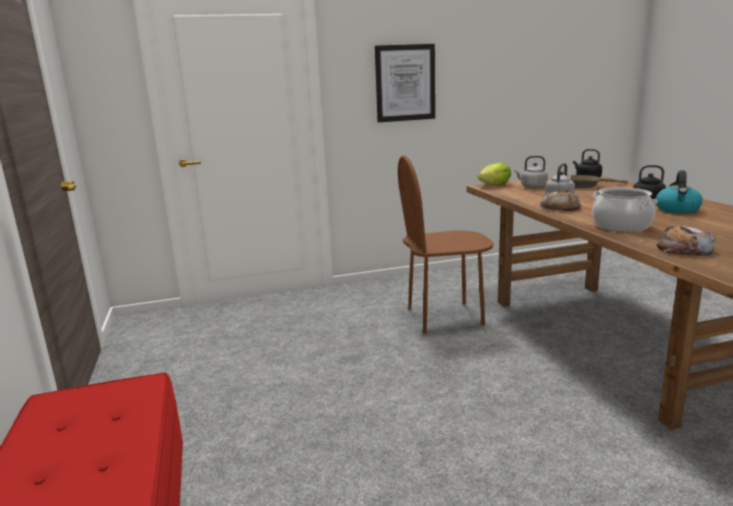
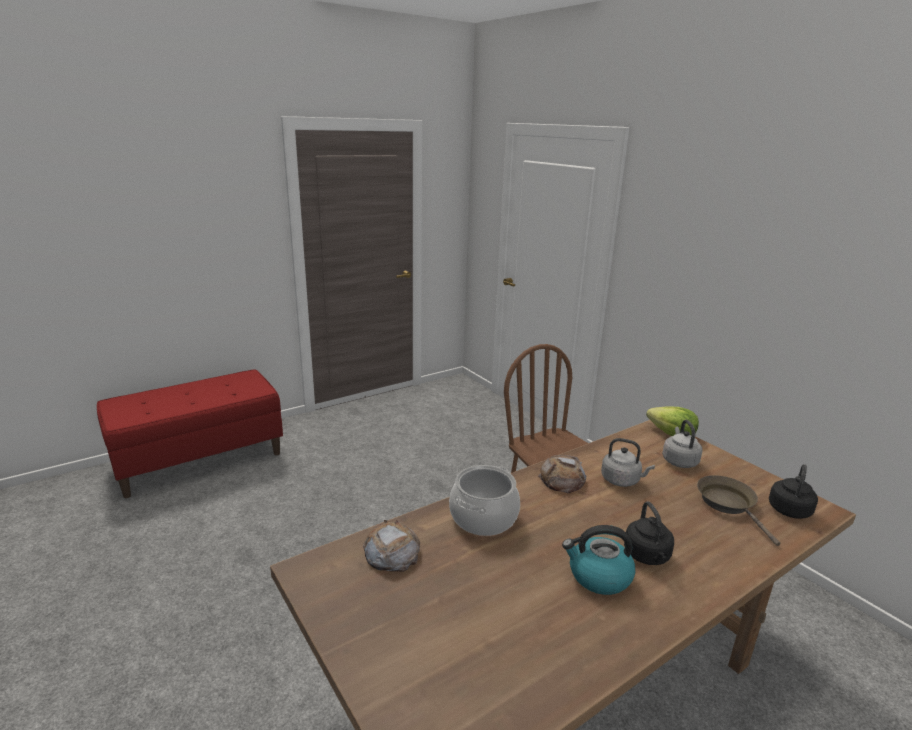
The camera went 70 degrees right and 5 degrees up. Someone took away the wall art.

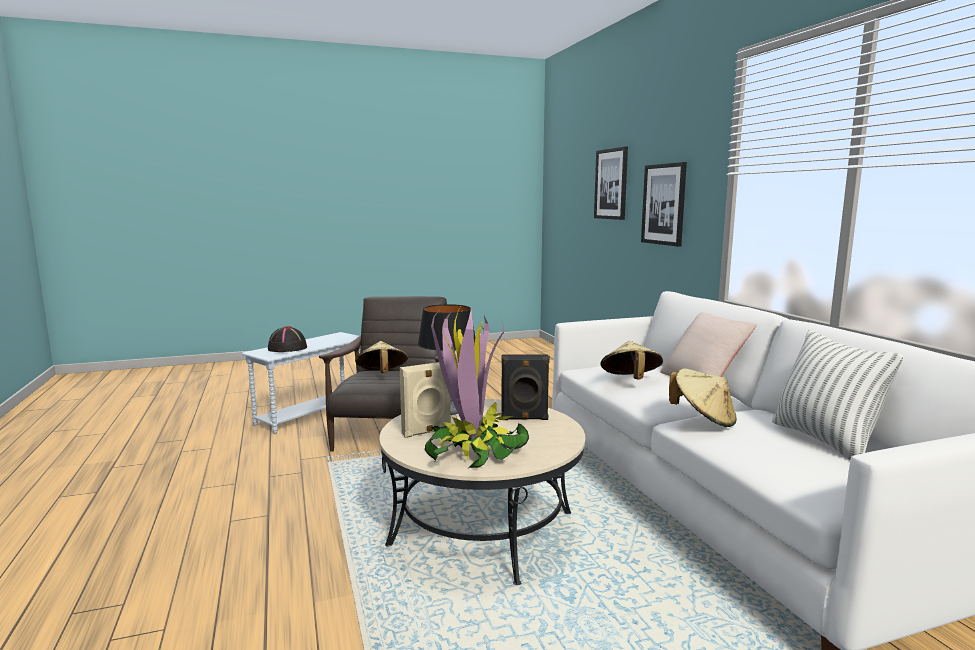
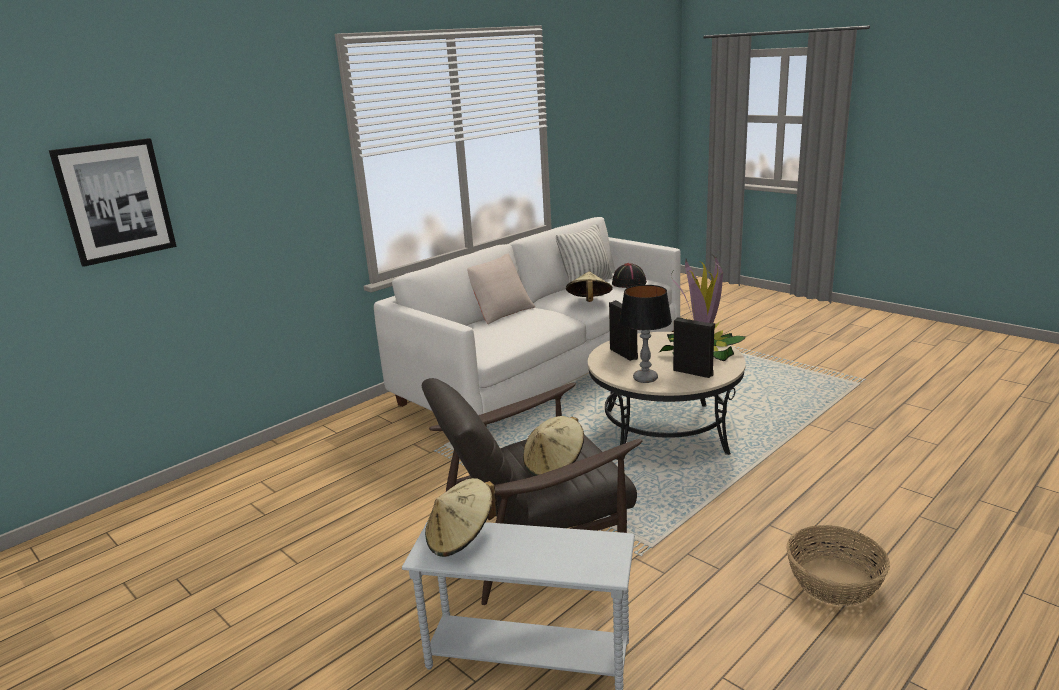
The camera went 115 degrees left and 10 degrees up. Someone took away the wall art (2nd from left). Someone carried the hat in blackish. Someone carried the hat in sand-coloured (2nd from left in the first image). Someone repainted the audio speaker in sand-coloured, which became the audio speaker in blackish (2nd from left). Someone put down the household basket.

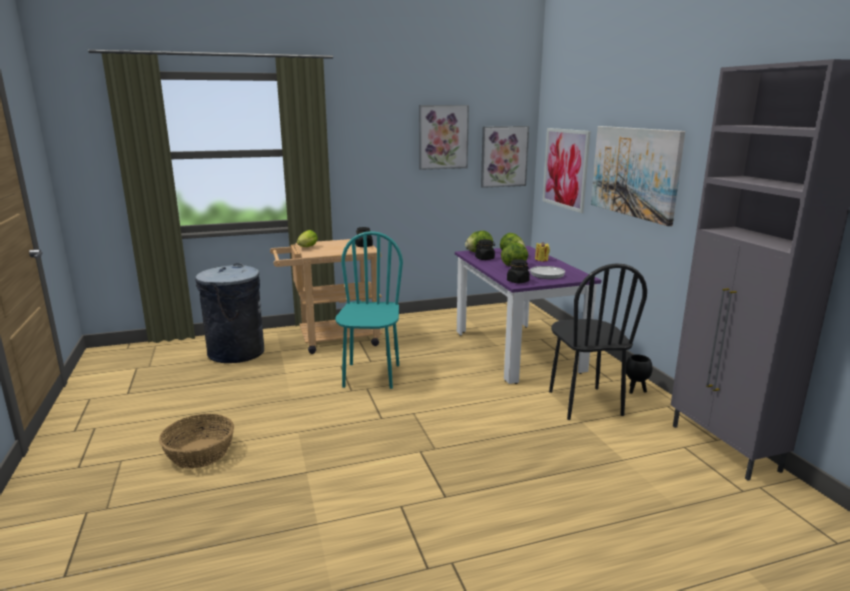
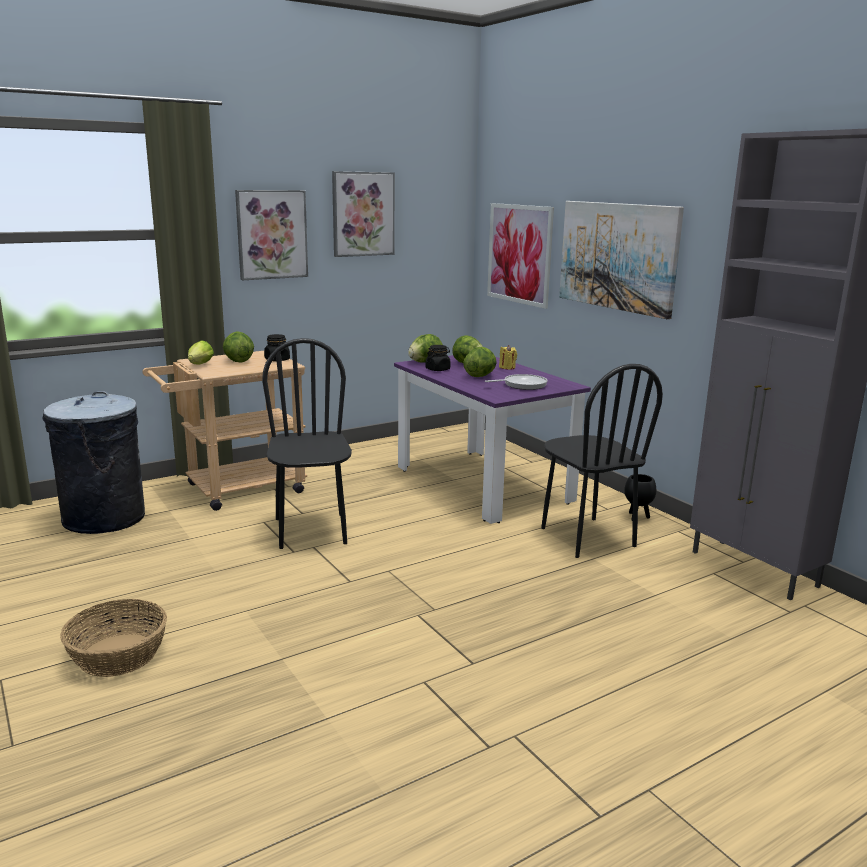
The camera went 15 degrees left and 0 degrees up. Someone carried the wall art (2nd from left in the first image). Someone repainted the upright chair in turquoise-coloured, which became the upright chair in blackish (1st from left). Someone took away the preserve jar in blackish (3rd from left). Someone put down the lettuce (2nd from left).

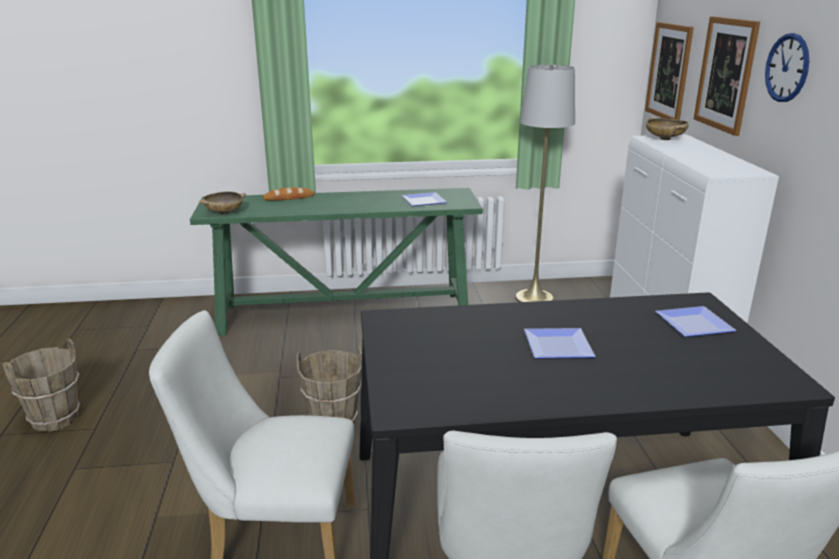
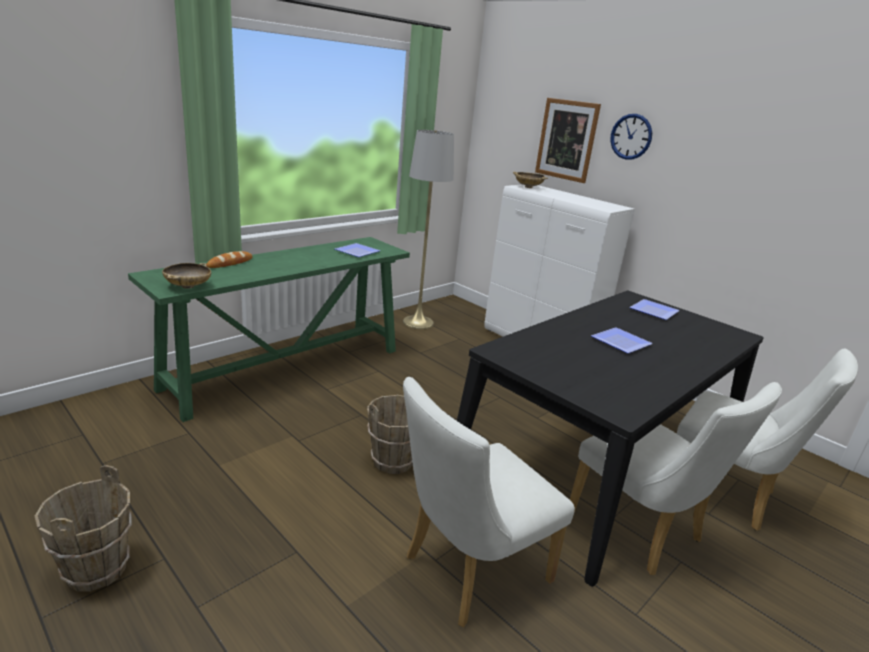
The camera went 40 degrees left and 0 degrees up. Someone took away the wall art (1st from left).

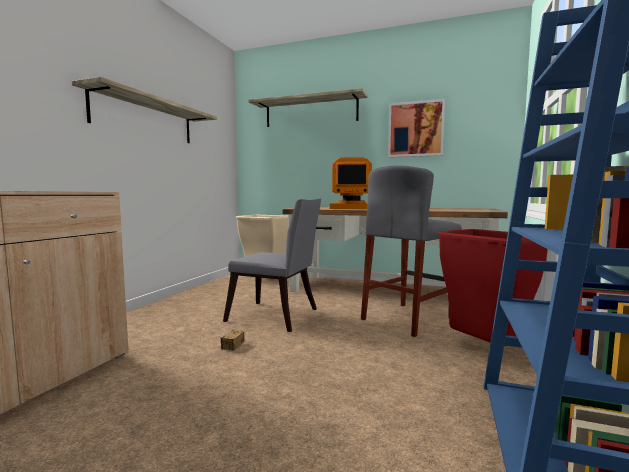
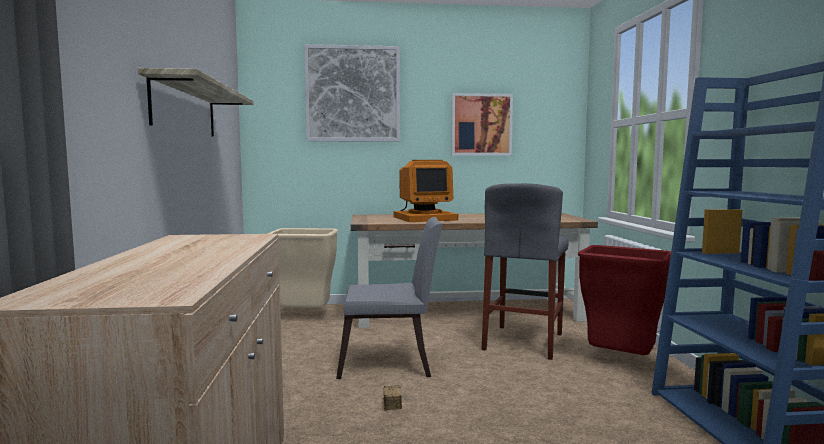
The camera went 25 degrees left and 0 degrees up. Someone swapped the wall shelf (2nd from left) for the wall art (1st from left).

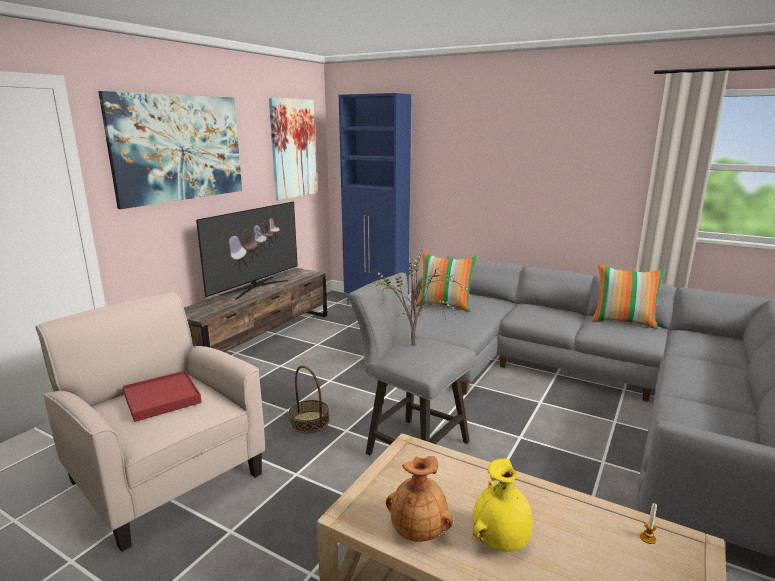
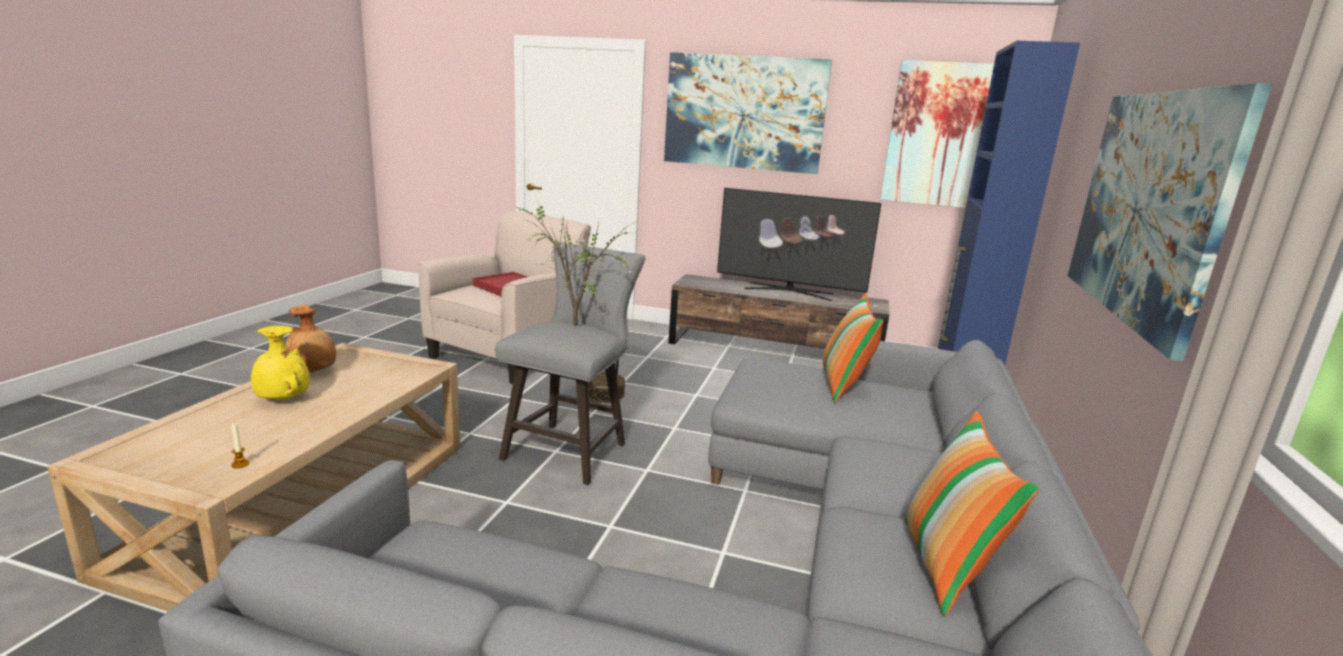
The camera went 75 degrees right and 0 degrees up. Someone put up the wall art (3rd from left).

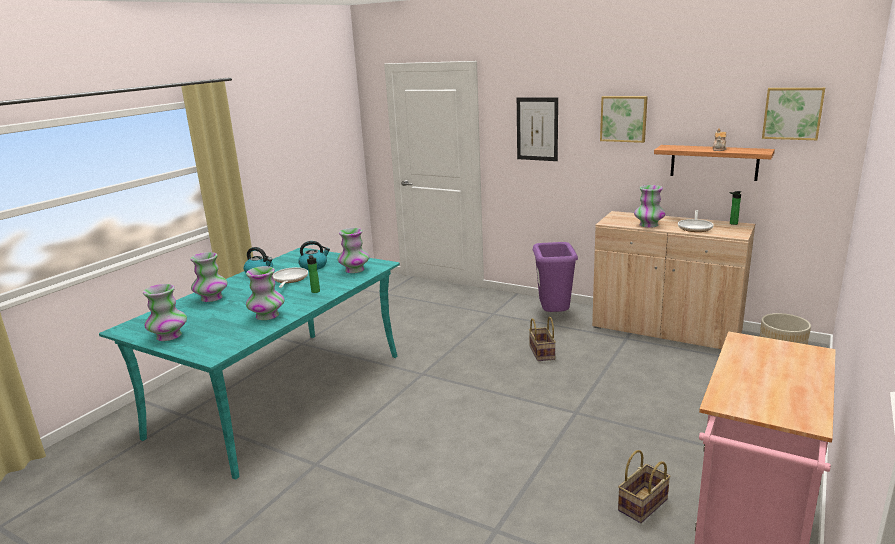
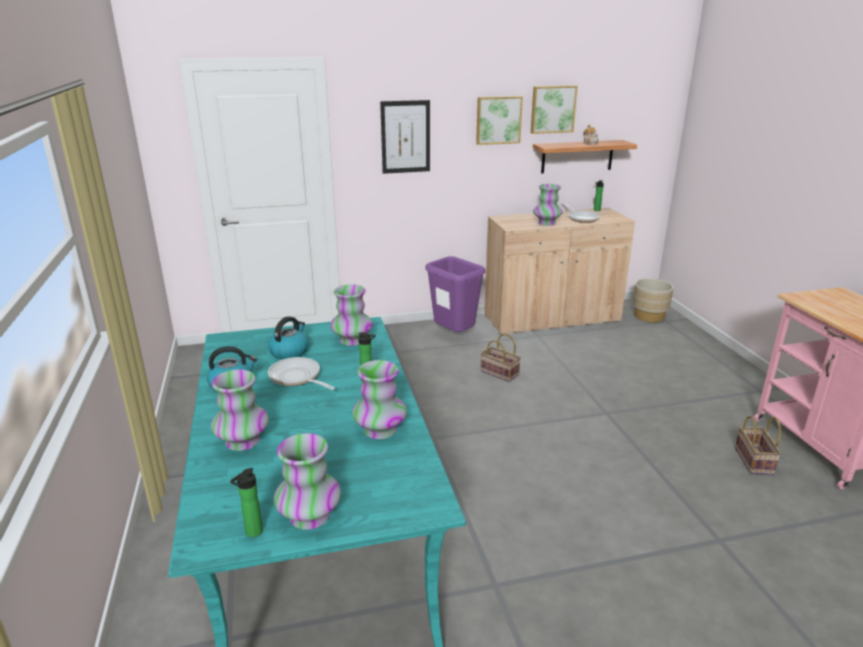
The camera went 45 degrees left and 5 degrees up. Someone carried the wall art (3rd from left). Someone put down the beverage bottle (1st from left).

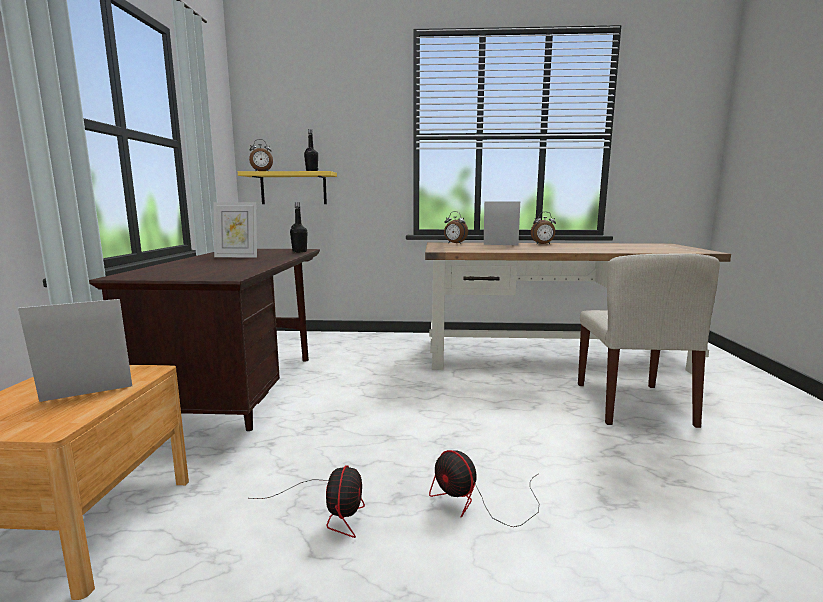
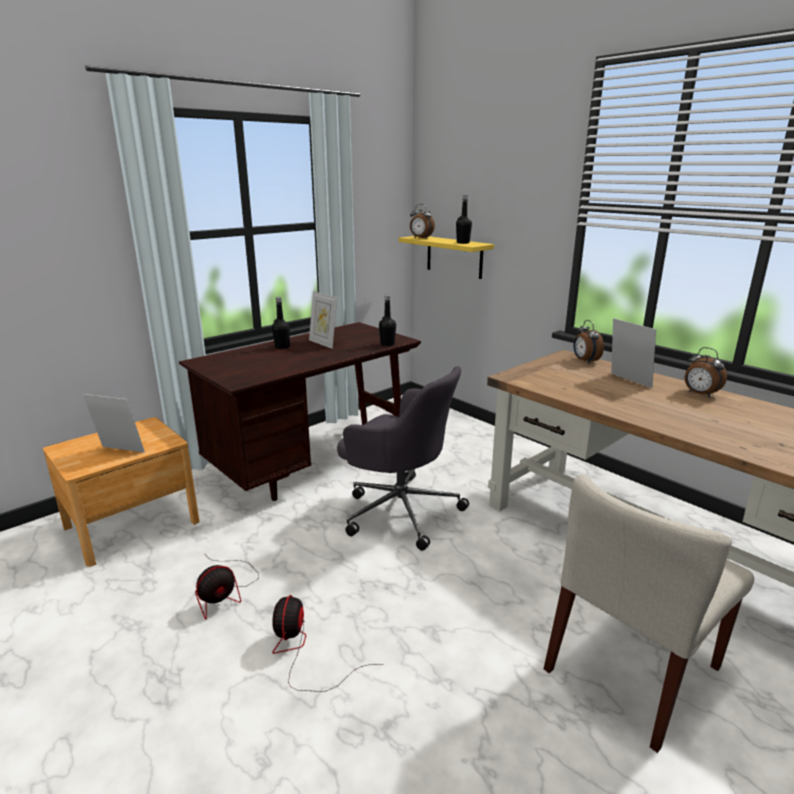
The camera went 45 degrees right and 10 degrees up. Someone put down the beverage bottle in blackish (1st from left). Someone put down the desk chair in gray.

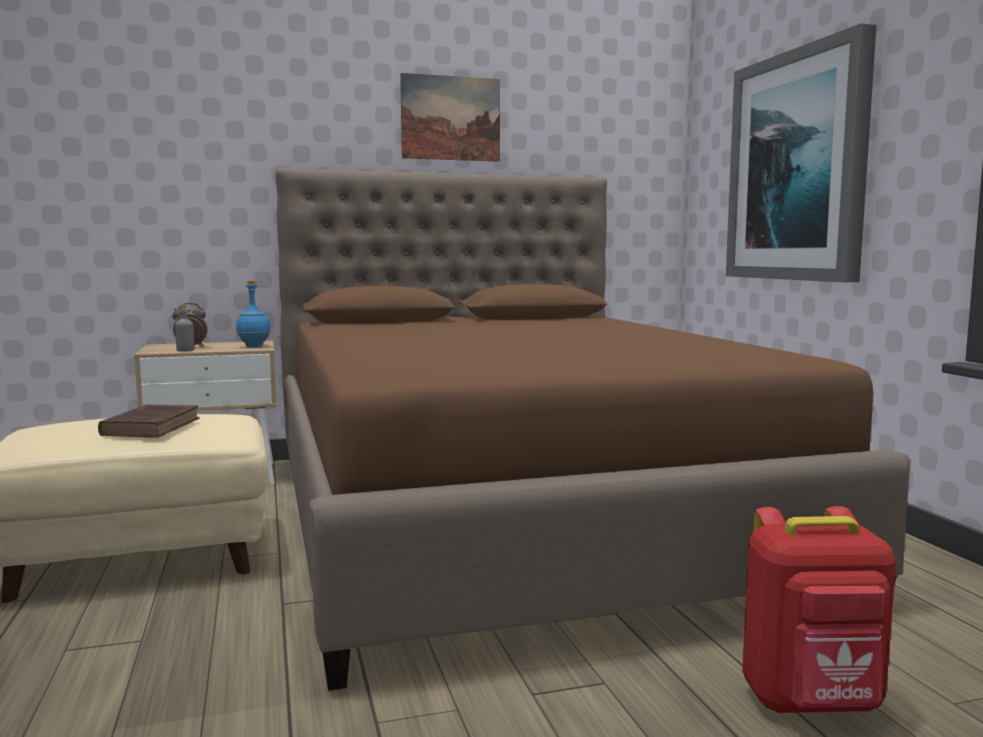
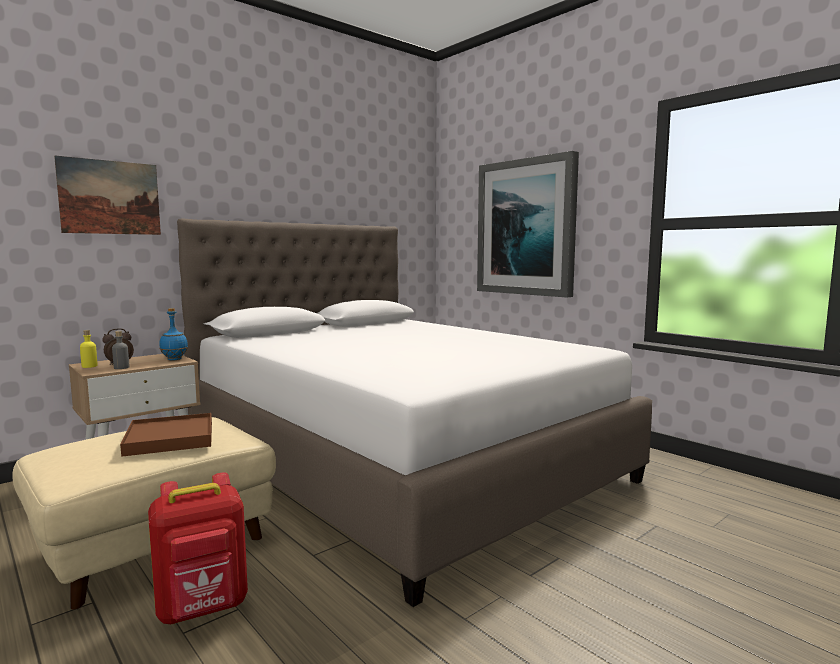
The camera went 25 degrees left and 0 degrees up. Someone carried the wall art (1st from left). Someone repainted the sleeping bed in brown-coloured, which became the sleeping bed in white. Someone swapped the bound book in brown-coloured for the serving tray in brown-coloured. Someone carried the backpack in reddish. Someone put down the beverage bottle in yellow-coloured.

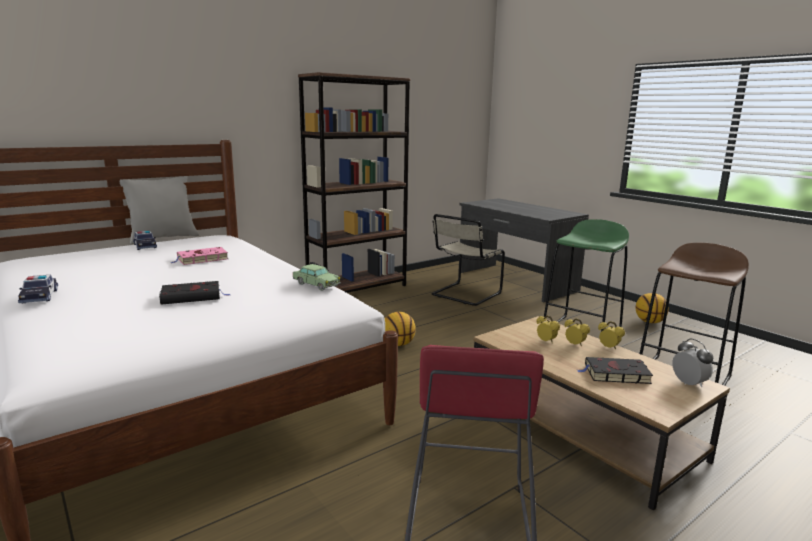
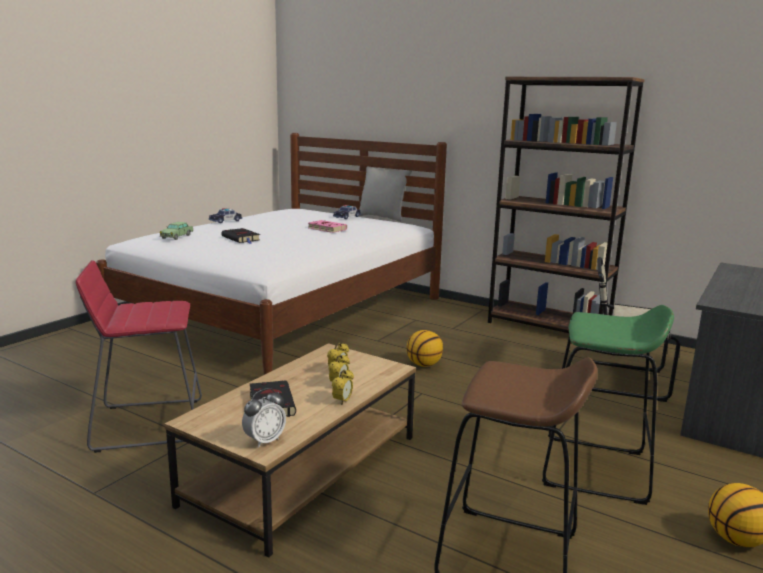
The camera went 70 degrees right and 0 degrees up. Someone carried the miniature car (3rd from left in the first image).

